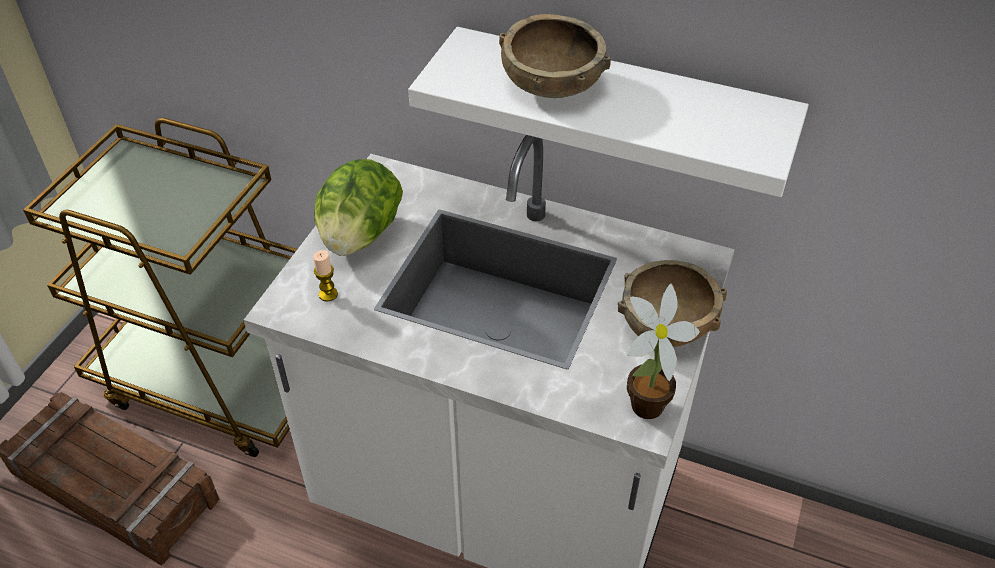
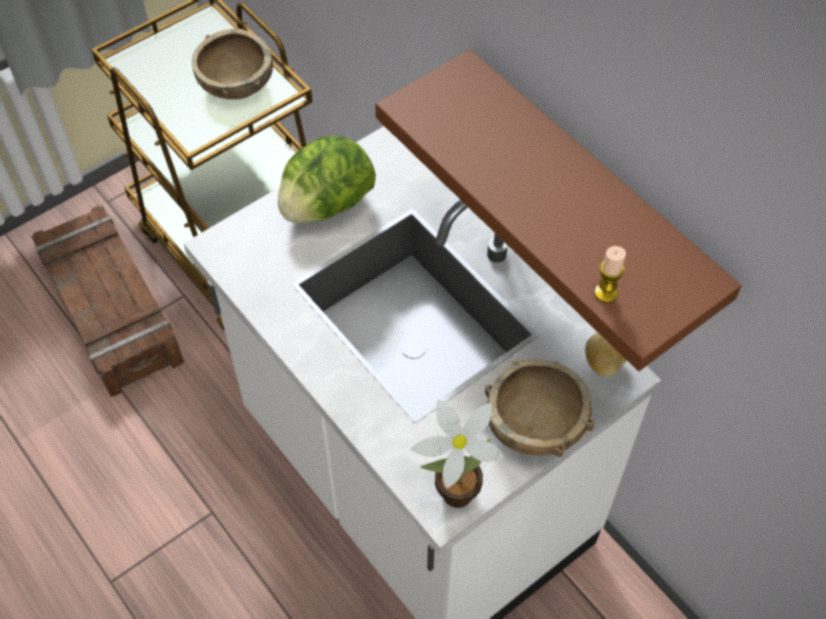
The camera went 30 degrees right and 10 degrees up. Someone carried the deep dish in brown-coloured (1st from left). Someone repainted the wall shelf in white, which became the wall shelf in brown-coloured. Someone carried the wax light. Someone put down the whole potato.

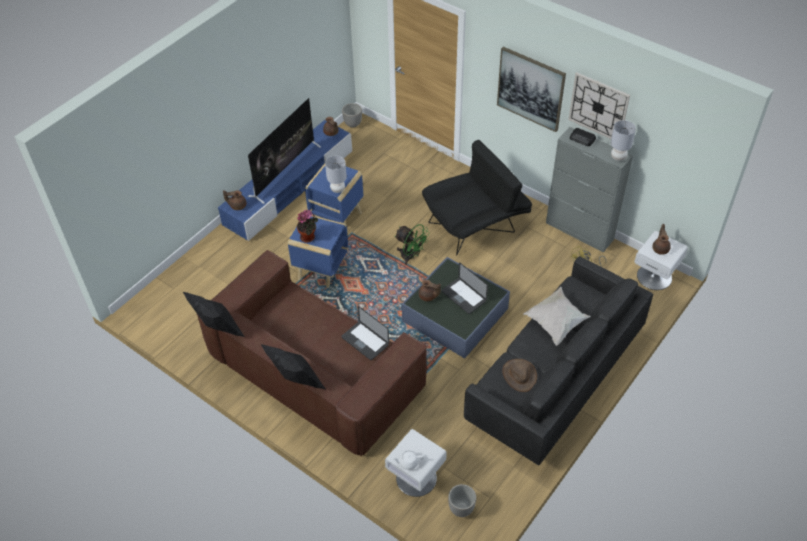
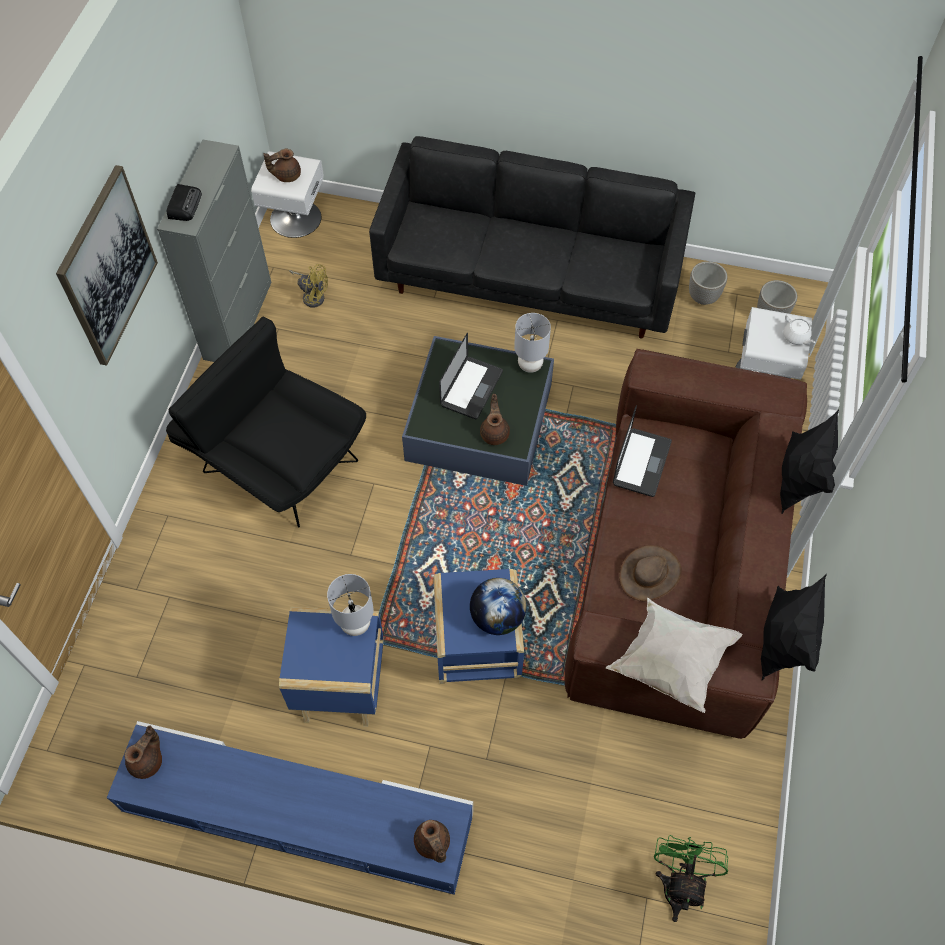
The camera went 115 degrees left and 10 degrees up. Someone took away the clock on the wall. Someone took away the TV. Someone carried the flower pot (1st from left). Someone carried the table lamp in gray (2nd from left). Someone swapped the potted plant for the desk globe. Someone carried the fan in greenish. Someone carried the throw pillow in white. Someone carried the hat in brown-coloured.

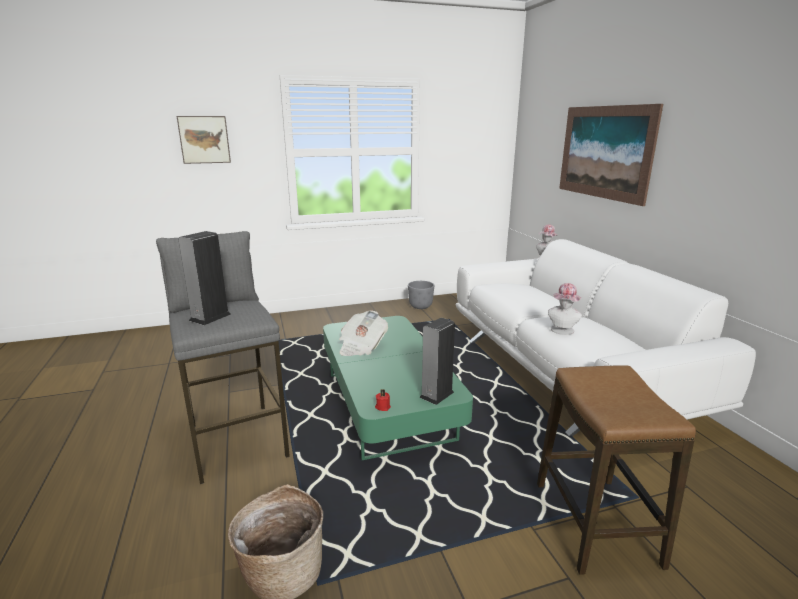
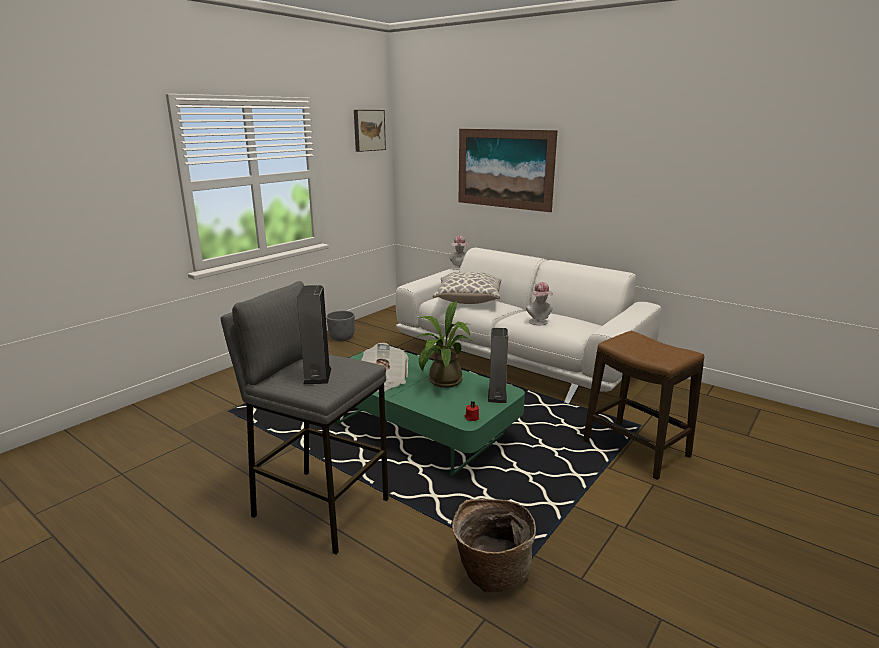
The camera went 35 degrees left and 0 degrees up. Someone carried the wall art (1st from left). Someone put down the throw pillow. Someone put down the potted plant.

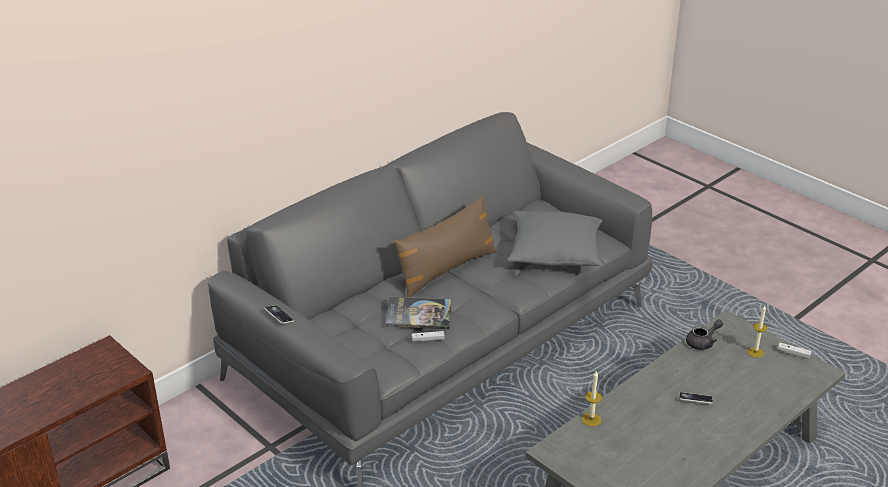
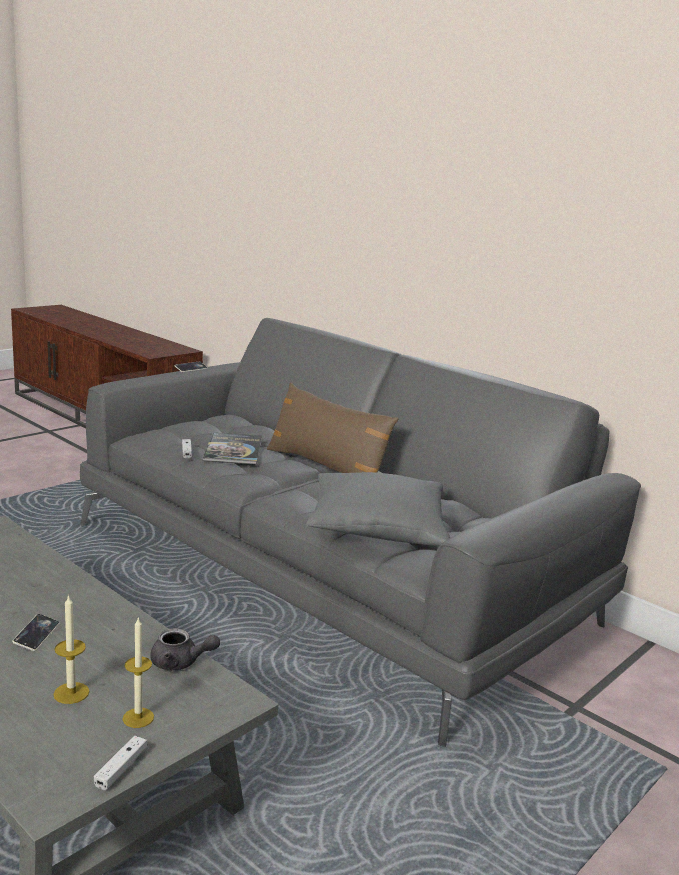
The camera went 85 degrees right and 15 degrees down. Someone rotated the pot for tea in gray by 45 degrees counterclockwise. Someone carried the wax light (1st from left).

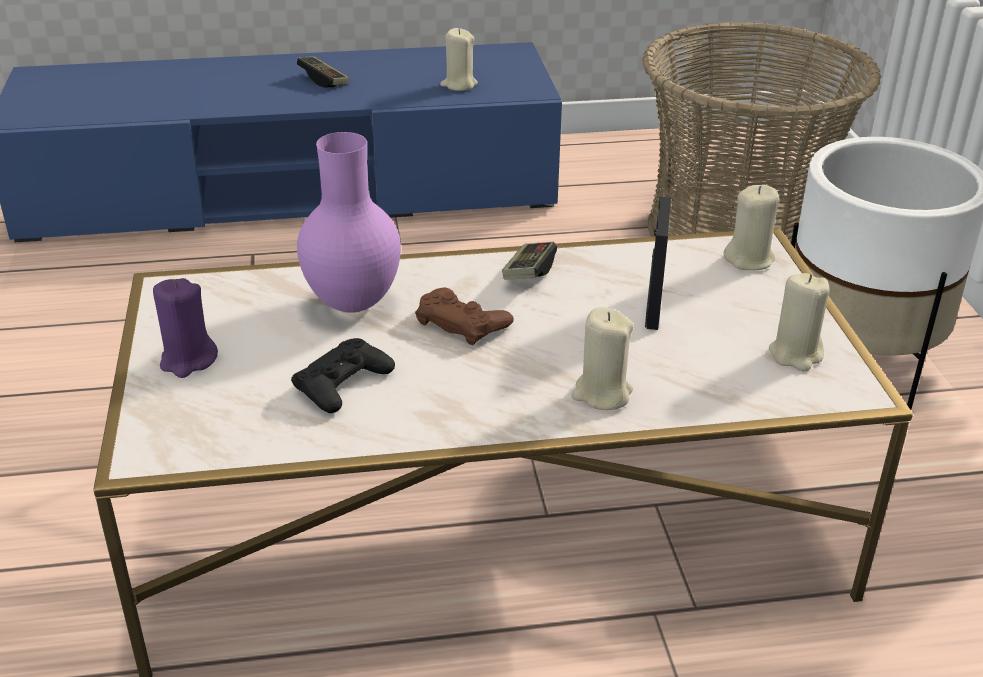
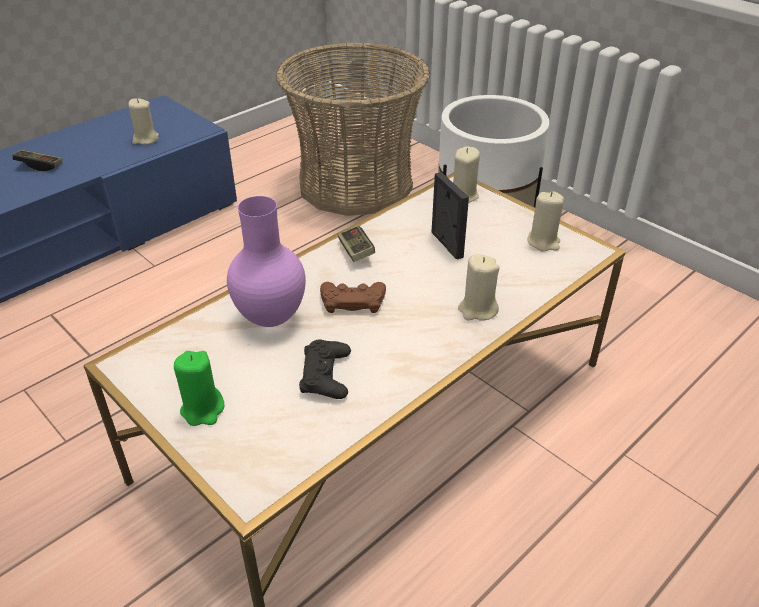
The camera went 35 degrees left and 5 degrees up. Someone repainted the wax light in purple, which became the wax light in greenish.

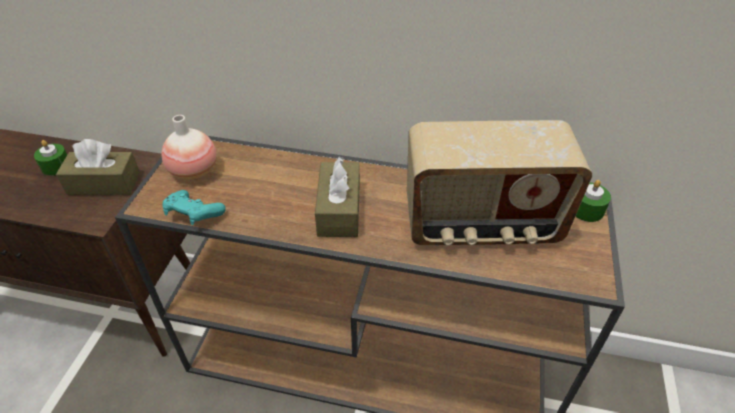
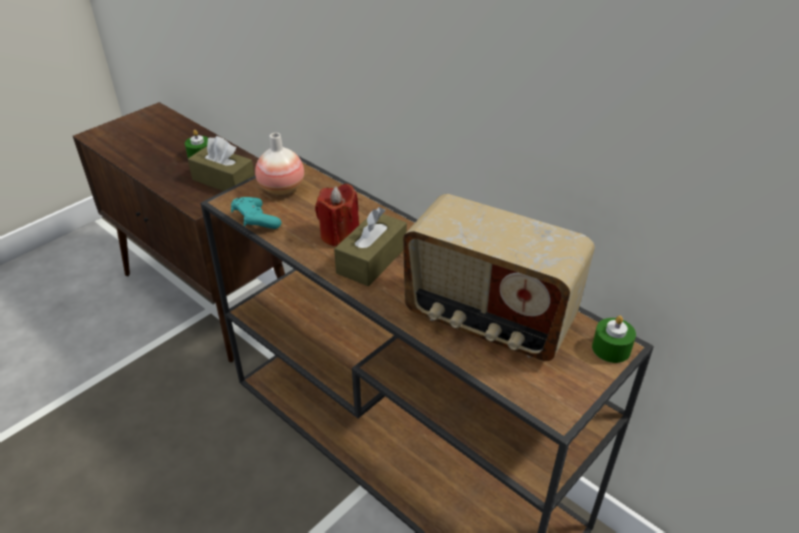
The camera went 30 degrees right and 5 degrees down. Someone put down the wax light in reddish.

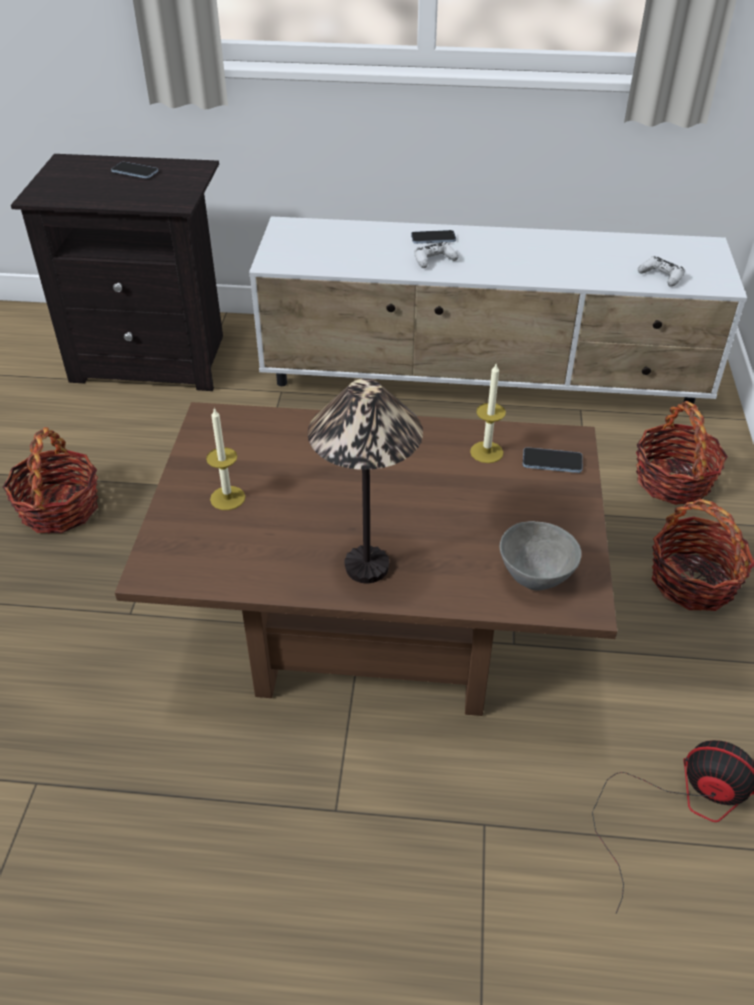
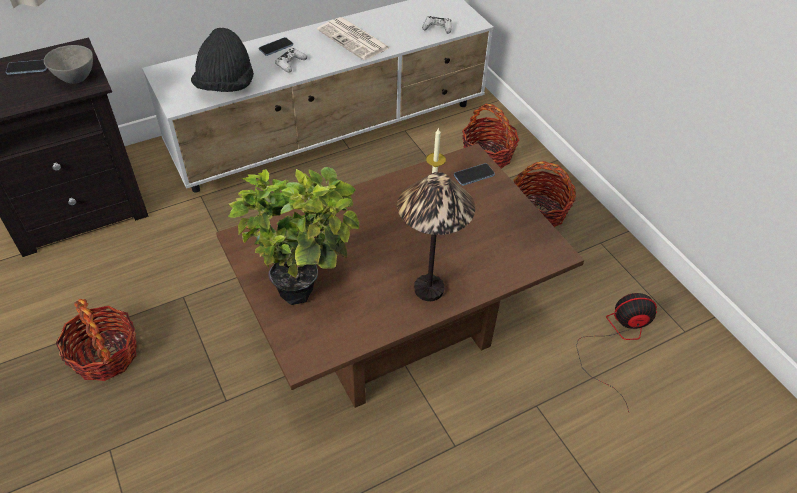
The camera went 35 degrees left and 5 degrees up. Someone swapped the wax light (1st from left) for the potted plant. Someone carried the deep dish in gray. Someone put down the newspaper. Someone put down the hat in blackish.

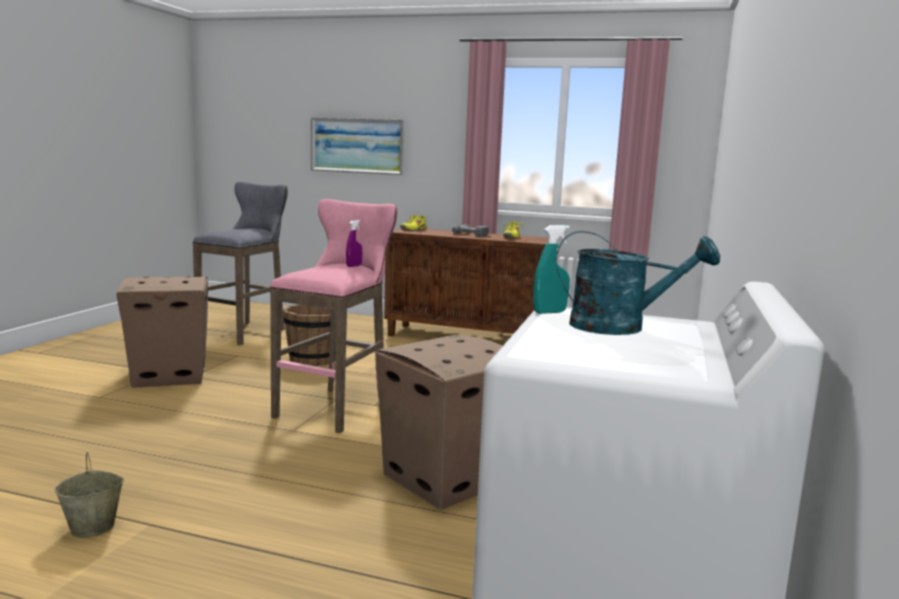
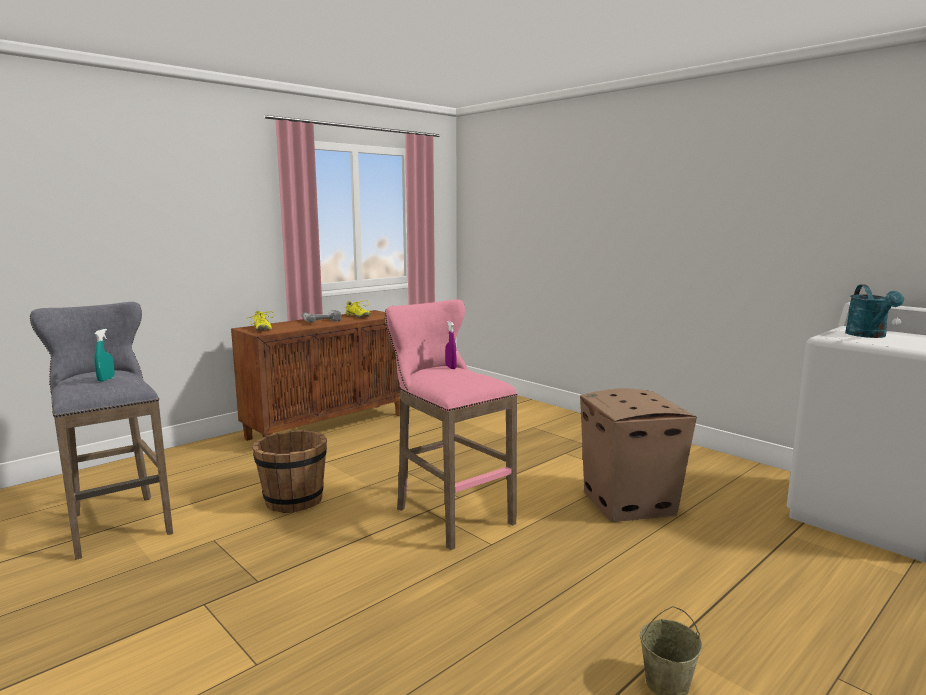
The camera went 60 degrees left and 0 degrees up. Someone took away the wall art. Someone carried the sprayer in turquoise-coloured. Someone rotated the watering can in turquoise-coloured by 150 degrees clockwise. Someone took away the packing box (1st from left).

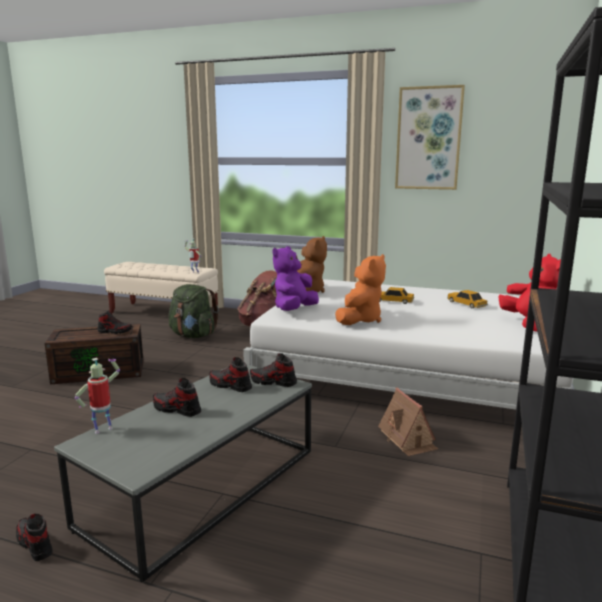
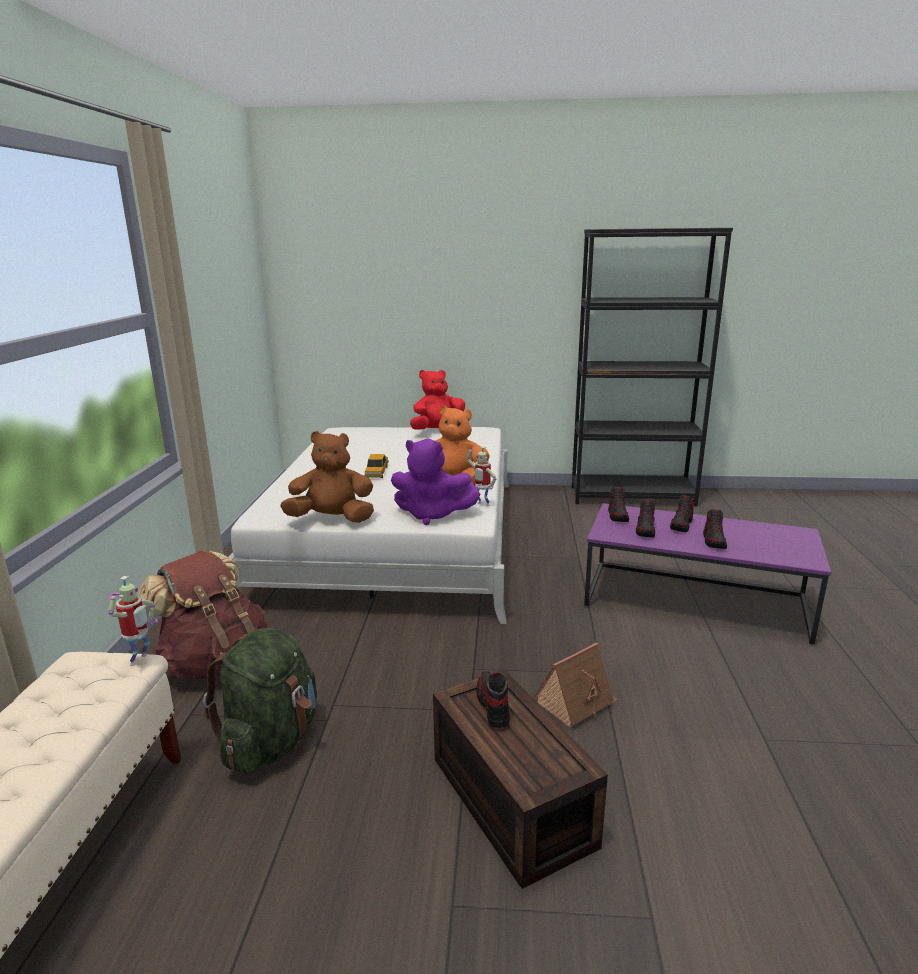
The camera went 105 degrees left and 5 degrees up. Someone took away the wall art. Someone took away the miniature car (2nd from left). Someone carried the robot figure (1st from left in the first image). Someone repainted the lounge table in gray, which became the lounge table in purple. Someone carried the model house. Someone carried the item of footwear (1st from left in the first image).

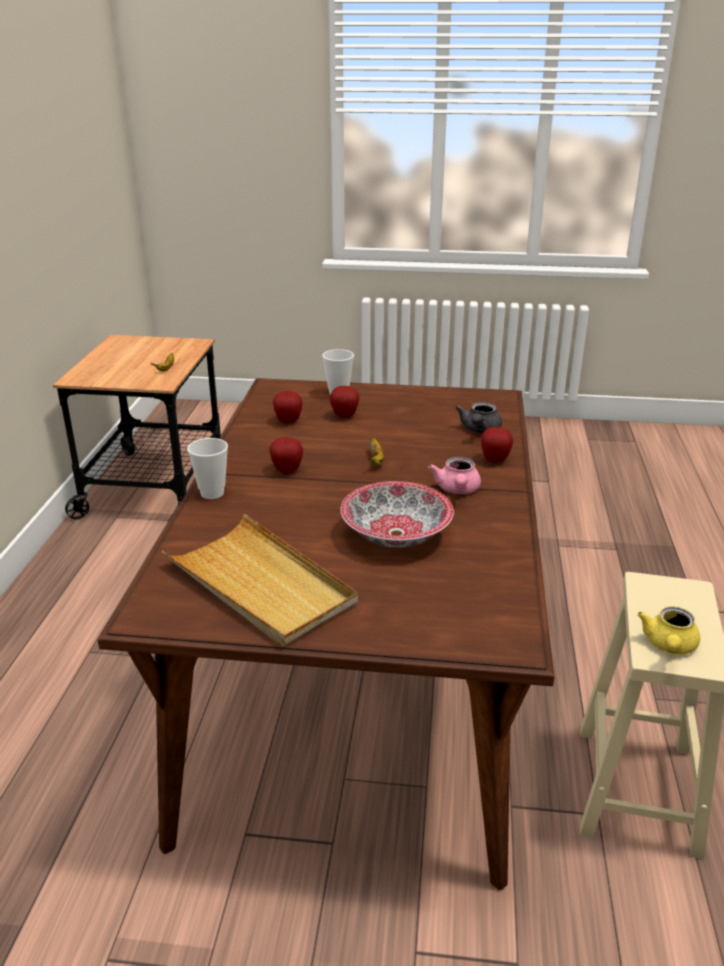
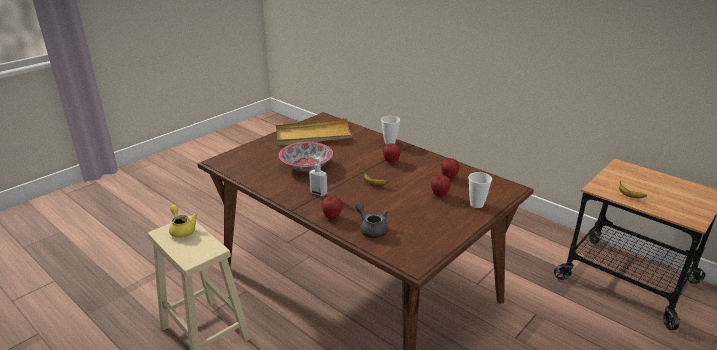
The camera went 125 degrees right and 0 degrees up. Someone swapped the pot for tea in pink for the soap dispenser.

